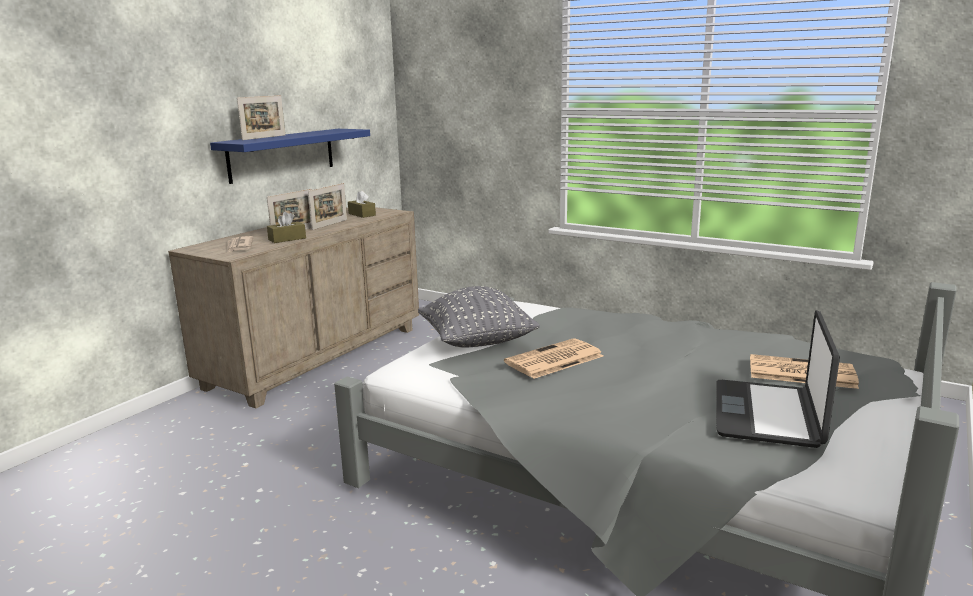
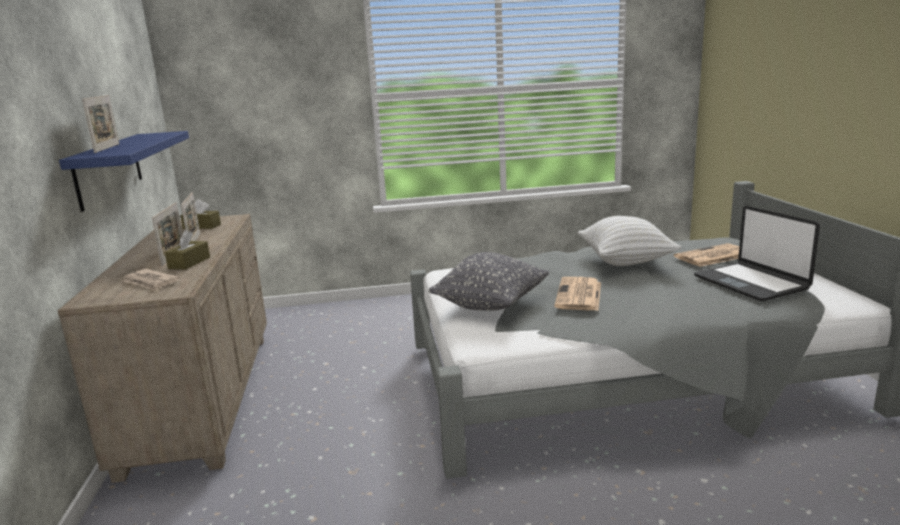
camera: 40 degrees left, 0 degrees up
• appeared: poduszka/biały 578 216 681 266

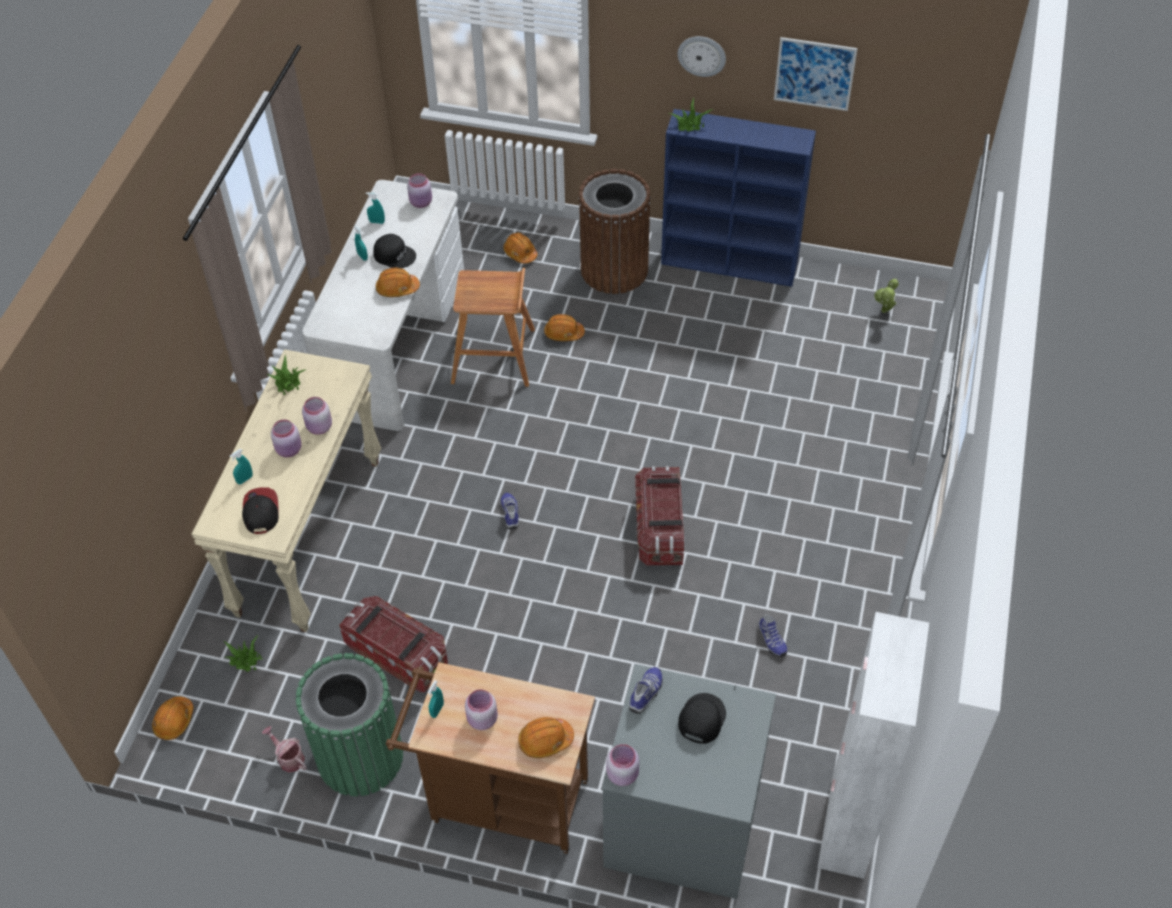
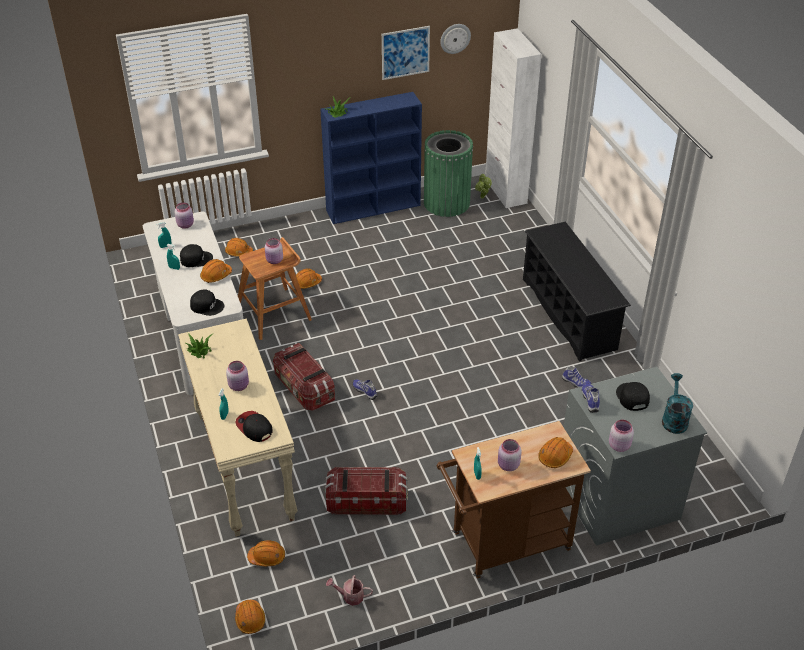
camera: 35 degrees left, 10 degrees down
• missing: kosz na śmieci/brązowy 578 169 651 294
• appeared: czapka z daszkiem/czarny 190 289 225 316
• appeared: regał na buty/czarny 523 222 631 362
• appeared: konewka/turkusowy 662 373 693 434
• relocated: kosz na śmieci/zielony 296 653 403 796 to 424 130 473 217
• relocated: słoik/różowy 302 397 332 435 to 265 238 283 264
• relocated: pojemnik do przechowywania 635 466 685 565 to 273 343 335 411
• relocated: zegar ścienny 678 36 726 77 to 440 24 471 54
• relocated: szafka/biały 817 612 929 879 to 485 28 542 208
• exchanged: roślina doniczkowa 224 635 262 672 to kask/pomarańczowy 247 541 285 566

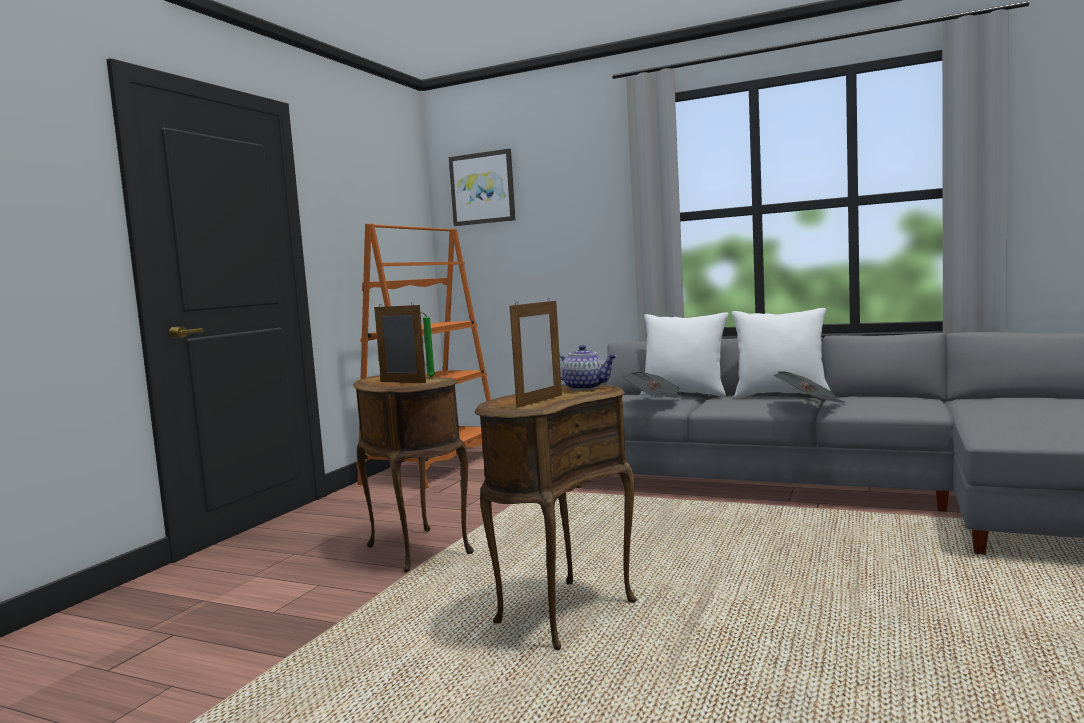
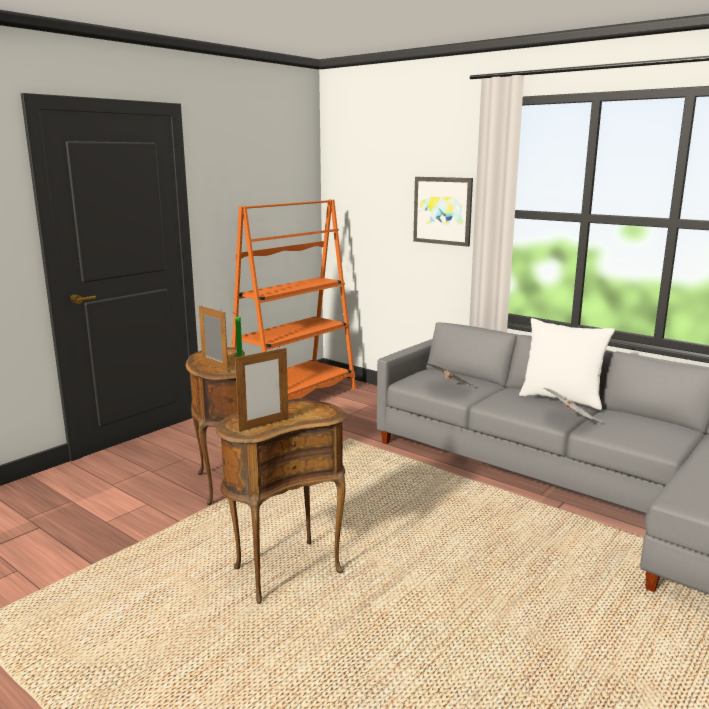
camera: 15 degrees right, 10 degrees up
• missing: imbryk 559 345 617 390
• missing: poduszka/biały 641 312 729 397
• relocated: obraz 449 148 516 226 to 413 177 473 247

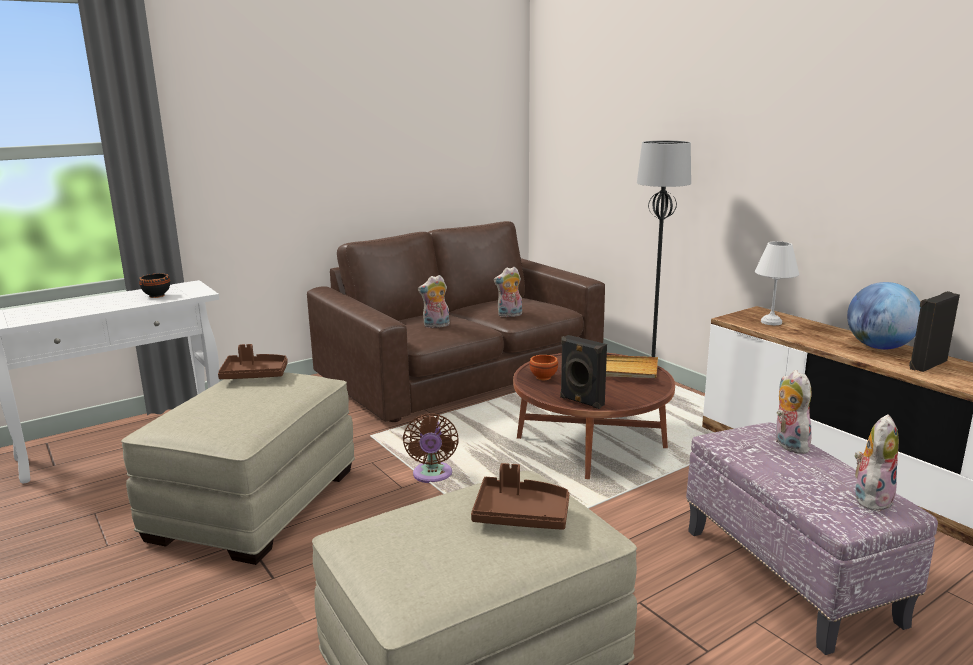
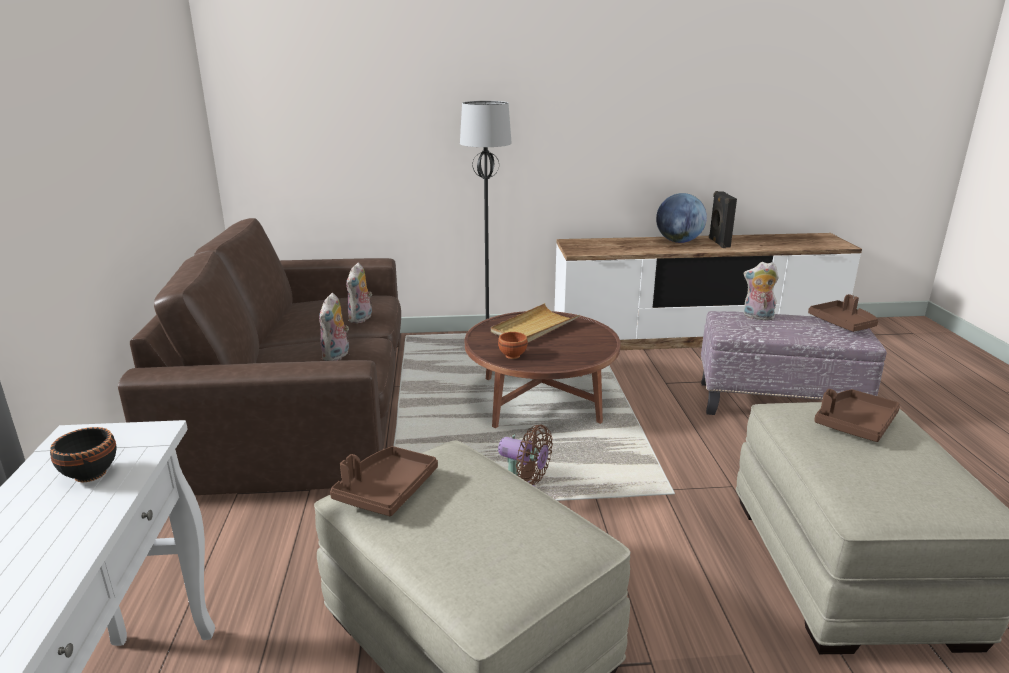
camera: 60 degrees left, 5 degrees up
• missing: głośnik/czarny 560 335 607 409
• missing: lampa stołowa/biały 755 241 799 325
• exchanged: pluszak 855 414 899 511 to taca/brązowy 808 294 878 332

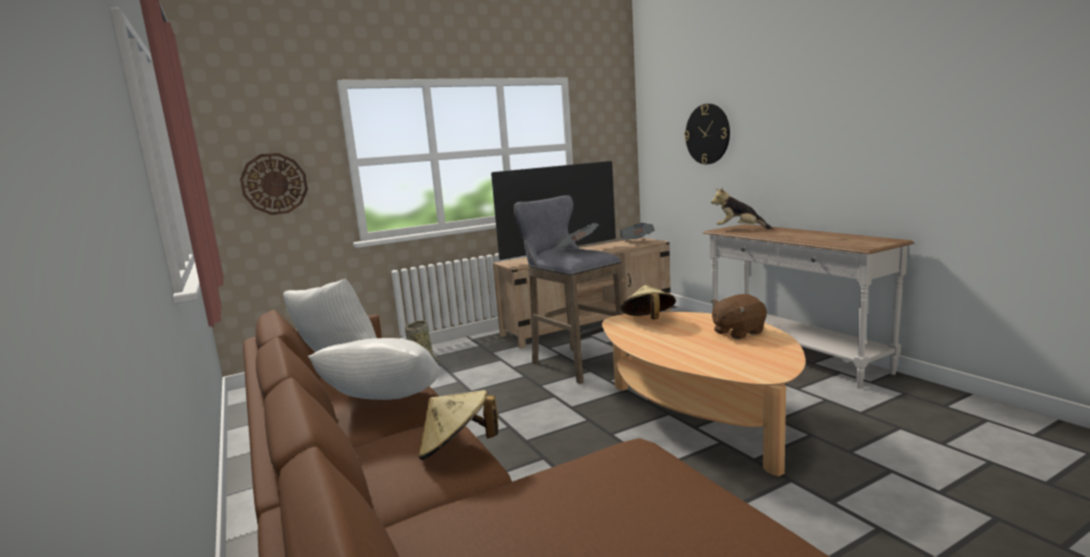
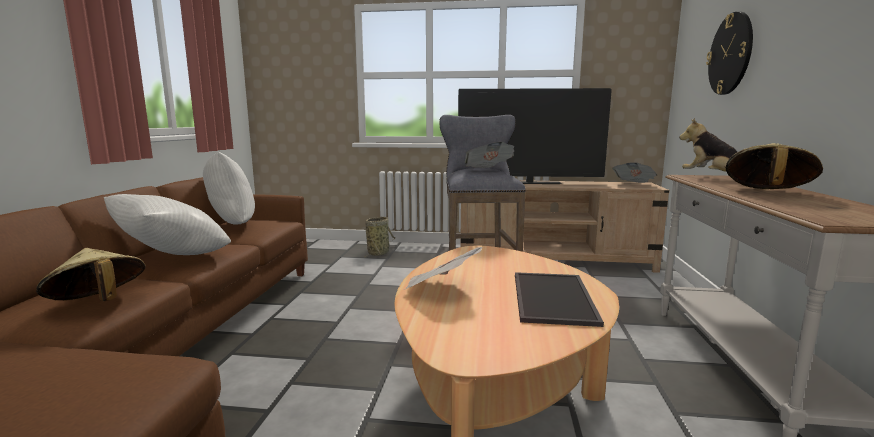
camera: 35 degrees right, 0 degrees up
• missing: zegar ścienny 240 153 308 215
• appeared: gazeta 404 247 482 290
• relocated: kapelusz/beżowy 621 285 676 319 to 726 143 823 189
• exchanged: pluszak/brązowy 711 294 767 339 to taca 515 272 604 327

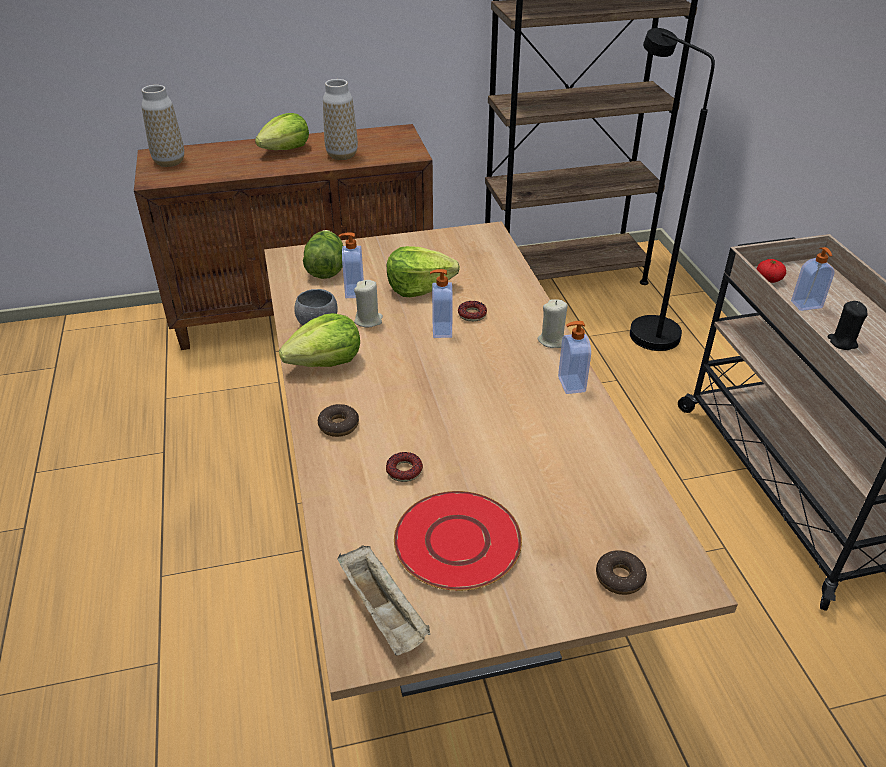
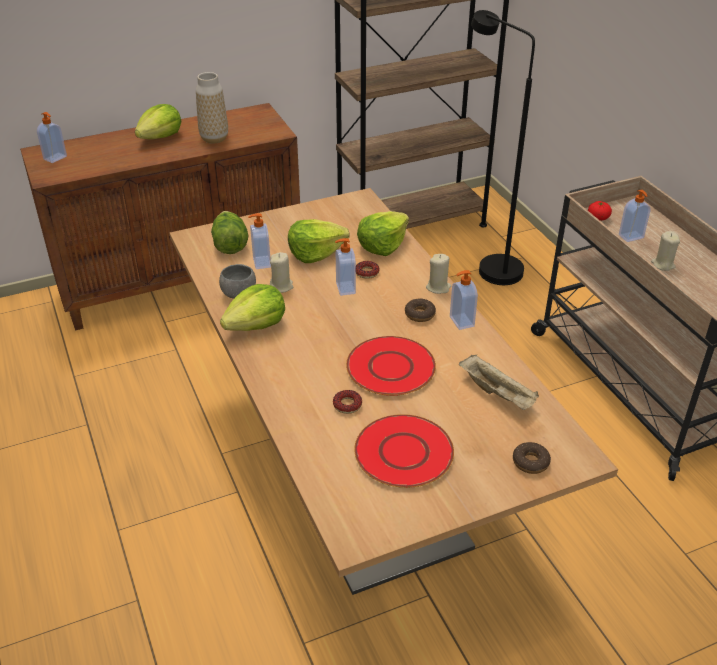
camera: 10 degrees left, 0 degrees up
• appeared: talerz/czerwony 346 336 436 396
• appeared: sałata 357 211 409 256
• relocated: donut 318 404 359 437 to 405 299 436 322
• relocated: taca/beżowy 337 545 430 656 to 458 355 539 410
• exchanged: wazon 142 85 184 167 to dozownik mydła 37 112 67 163
• colour: świeca/czarny 828 301 868 350 to świeca/beżowy 651 231 680 271

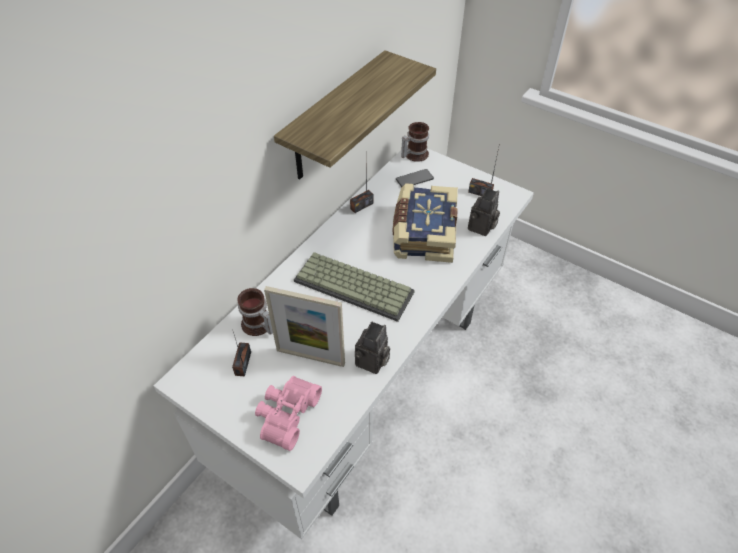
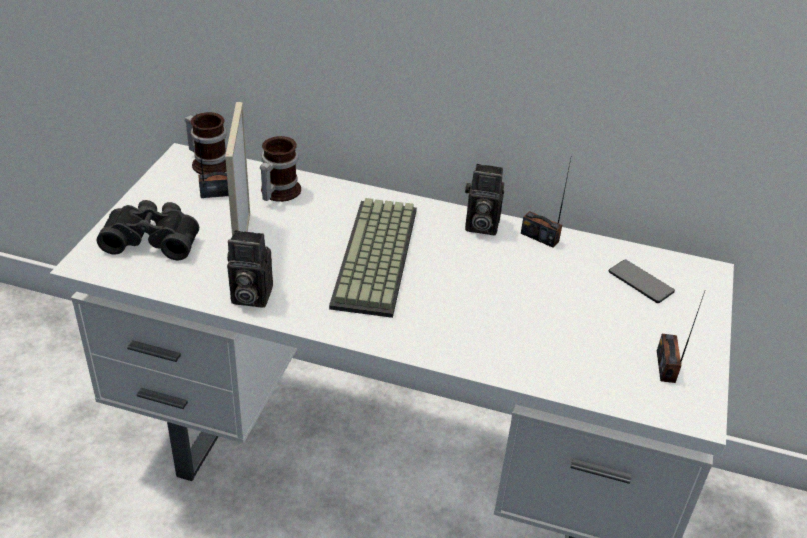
camera: 70 degrees right, 10 degrees down
• missing: półka 274 50 436 179
• missing: książka 392 183 458 263
• relocated: kubek 401 122 429 162 to 185 112 227 174
• relocated: aparat fotograficzny 468 188 500 236 to 465 164 504 235
• colour: lornetka/różowy 255 376 322 451 to lornetka/czarny 97 200 199 260

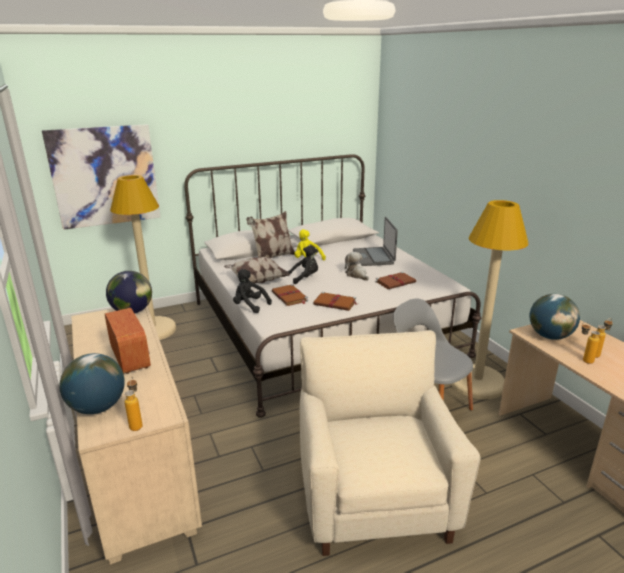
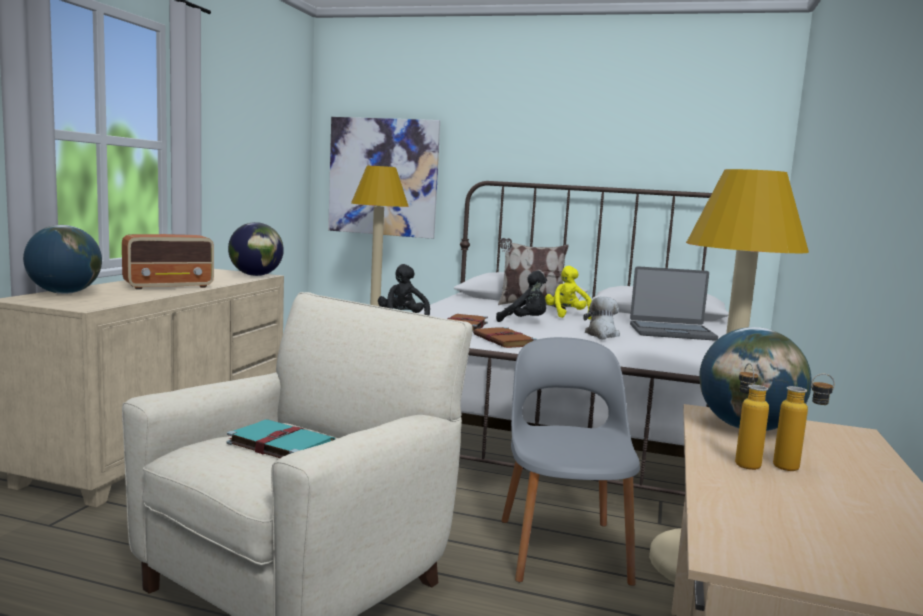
camera: 40 degrees right, 15 degrees down
• missing: butelka 125 377 143 431
• missing: poduszka 224 257 290 283
• missing: książka/brązowy 376 272 416 289
• appeared: książka/turkusowy 226 420 335 458
• spun: radio 105 308 151 374 = 122 234 214 290 45 degrees clockwise
• spun: laptop 353 217 398 266 = 630 266 718 341 120 degrees counterclockwise

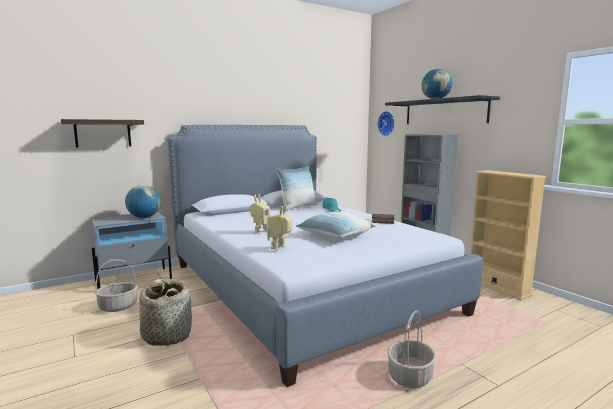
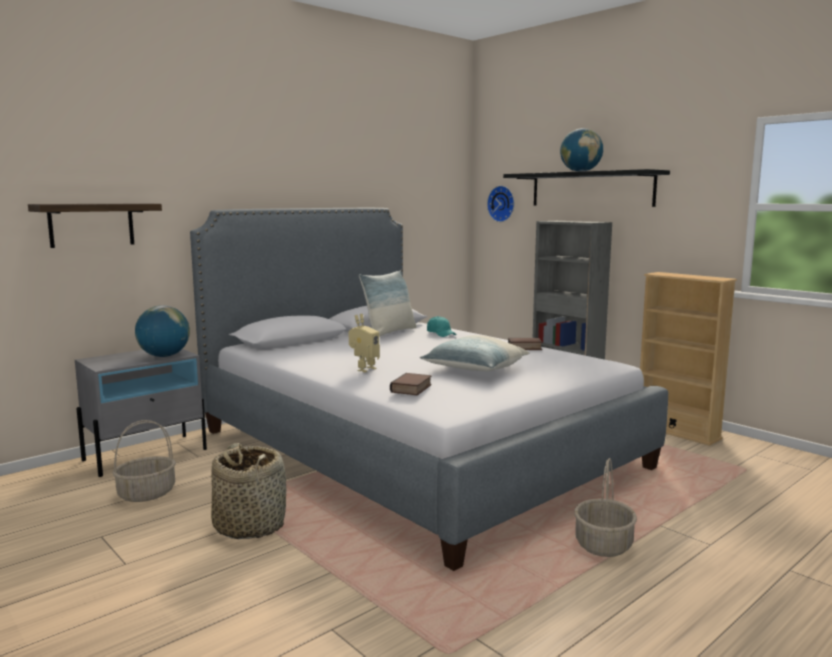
camera: 10 degrees left, 0 degrees up
• exchanged: robot zabawkowy 267 205 292 250 to książka 390 373 432 395

